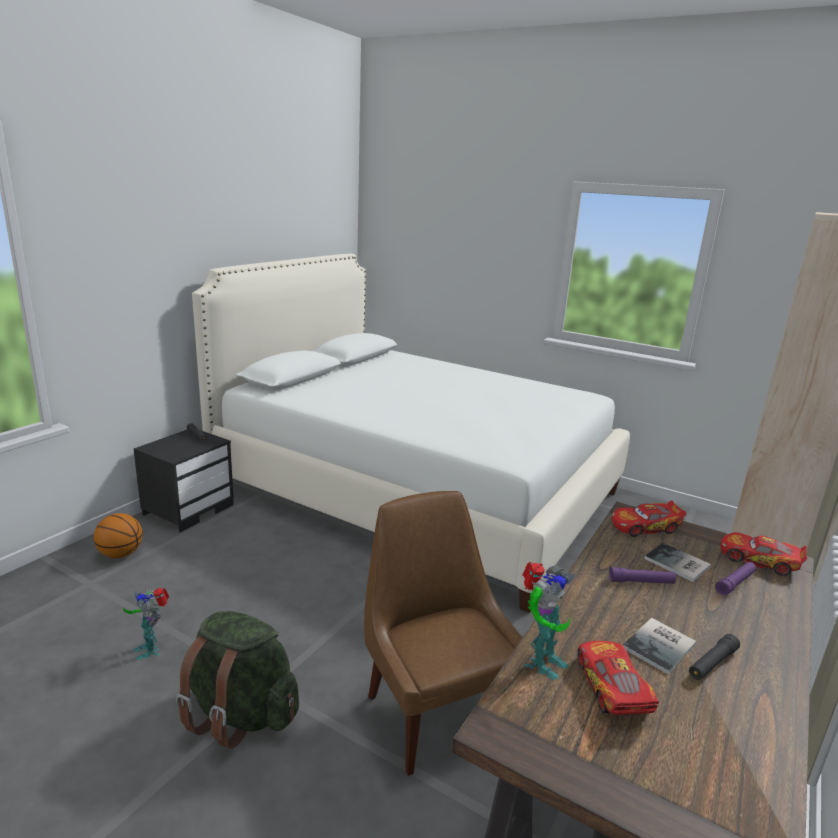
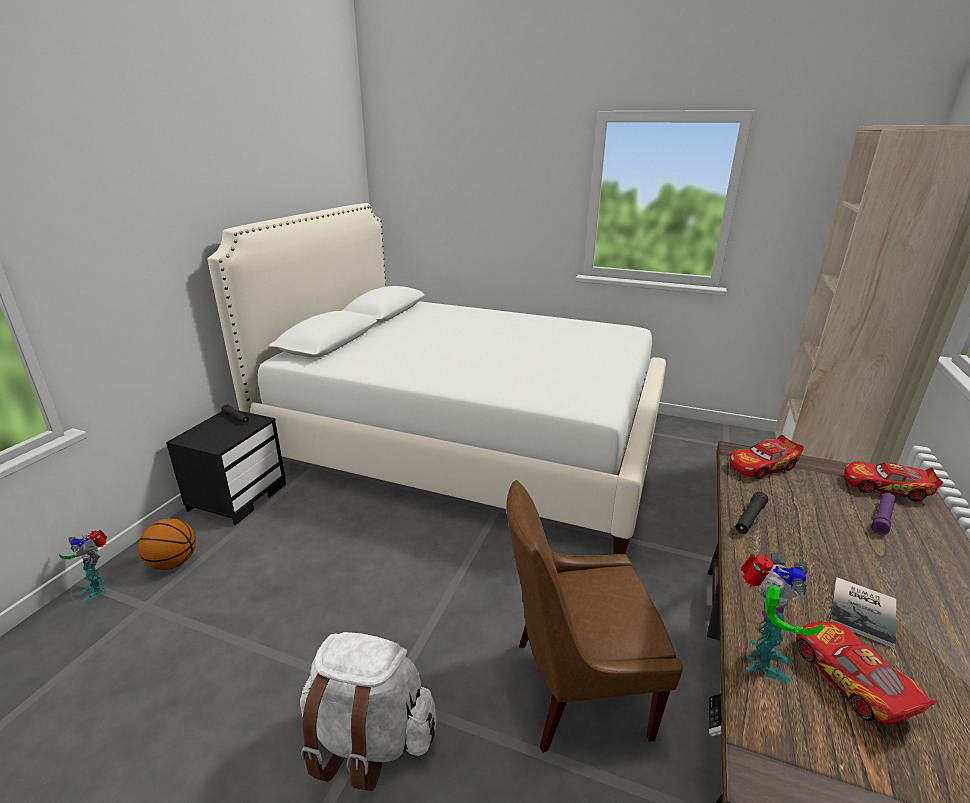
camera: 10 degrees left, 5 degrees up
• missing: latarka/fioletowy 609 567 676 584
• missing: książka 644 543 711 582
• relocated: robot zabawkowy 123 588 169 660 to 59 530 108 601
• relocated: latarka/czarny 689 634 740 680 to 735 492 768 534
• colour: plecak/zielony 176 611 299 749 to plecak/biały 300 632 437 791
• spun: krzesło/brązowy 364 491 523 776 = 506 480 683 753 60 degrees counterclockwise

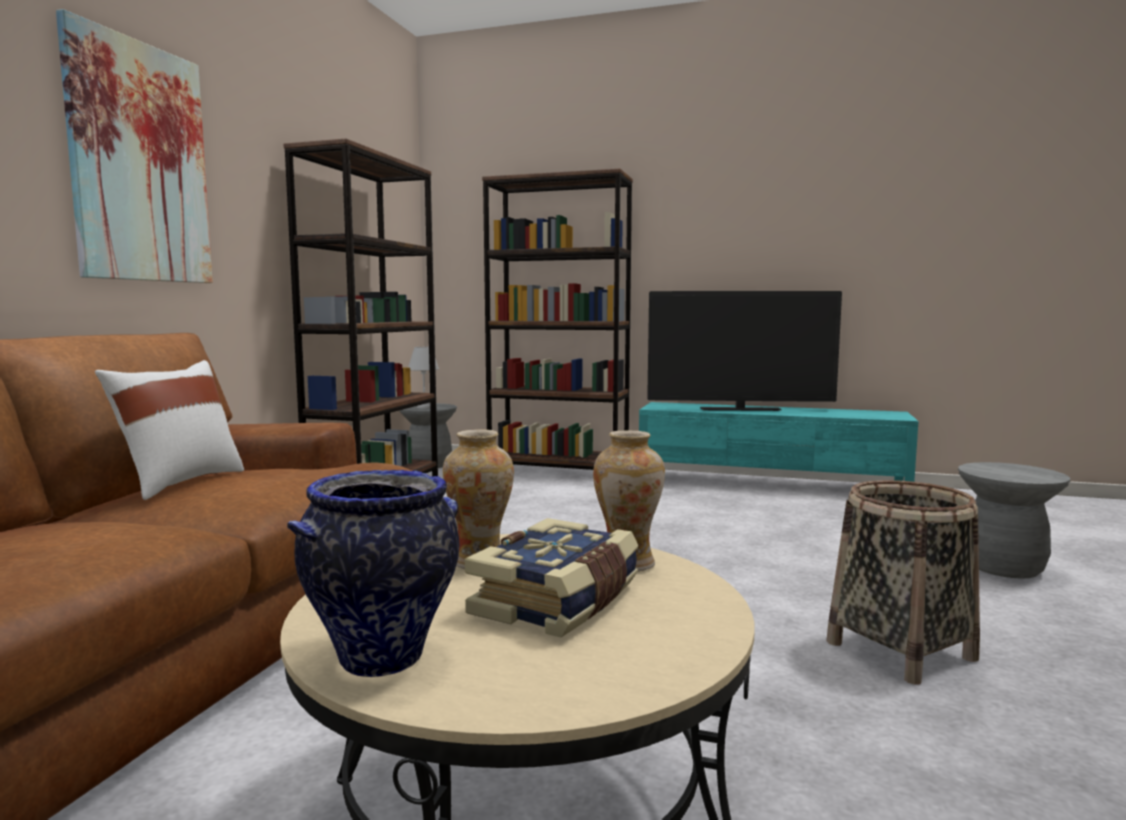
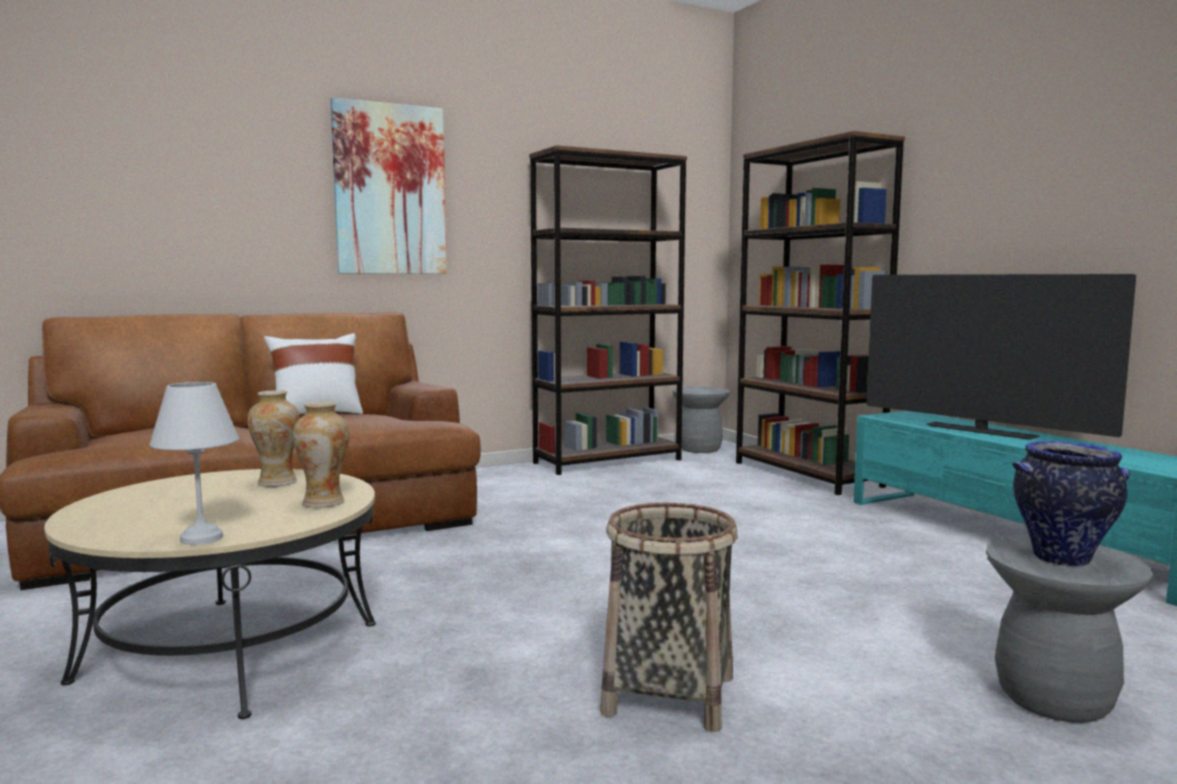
camera: 45 degrees right, 0 degrees up
• missing: książka 465 518 638 638
• relocated: wazon 287 470 459 677 to 1012 441 1130 566
• relocated: lampa stołowa/biały 408 347 439 408 to 150 382 239 545

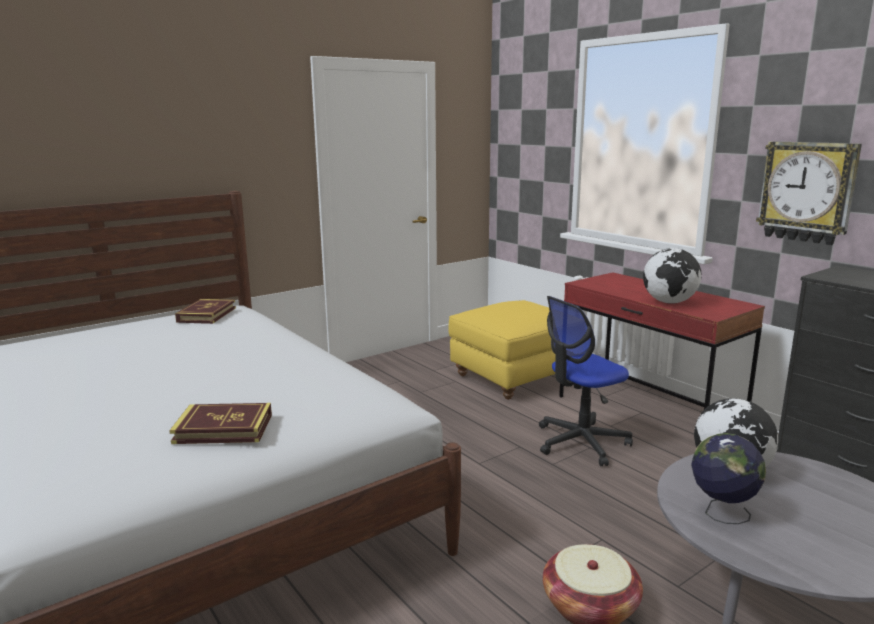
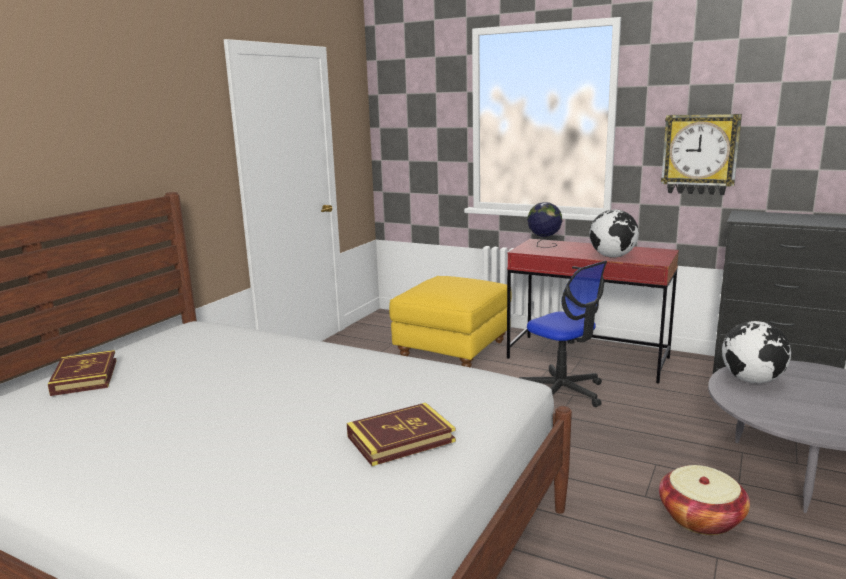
camera: 25 degrees left, 0 degrees up
• relocated: książka 175 299 236 324 to 48 350 117 396
• relocated: globus 691 433 766 524 to 527 202 563 248
• spun: krzesło biurowe 539 296 633 466 = 519 261 607 407 75 degrees counterclockwise

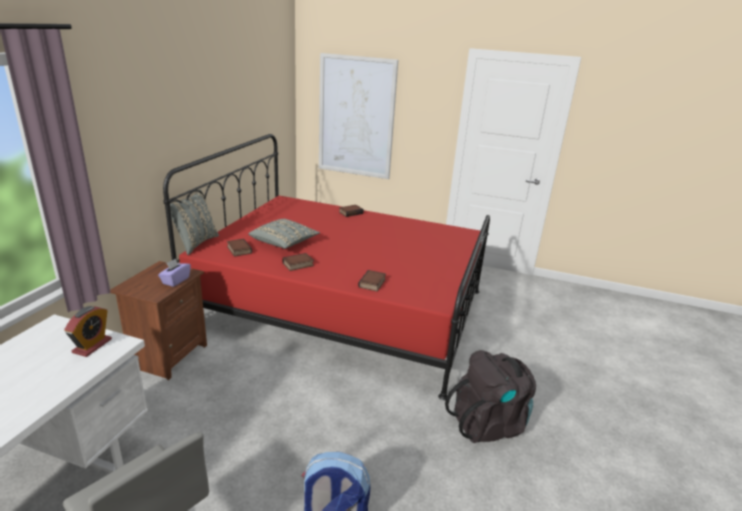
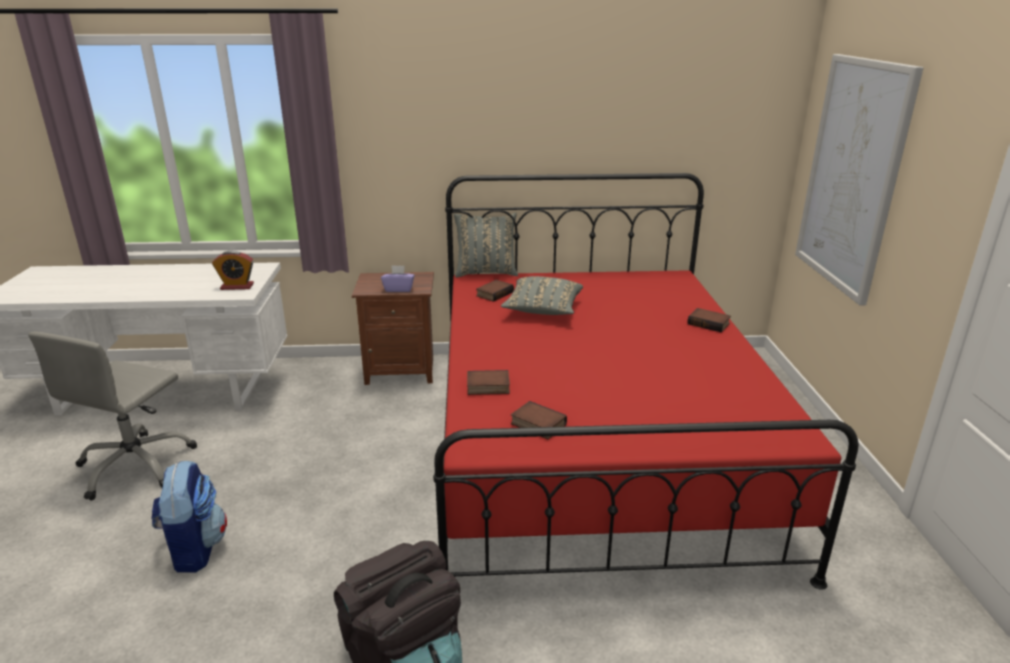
camera: 70 degrees right, 0 degrees up
• relocated: książka 283 253 314 271 to 511 401 567 439

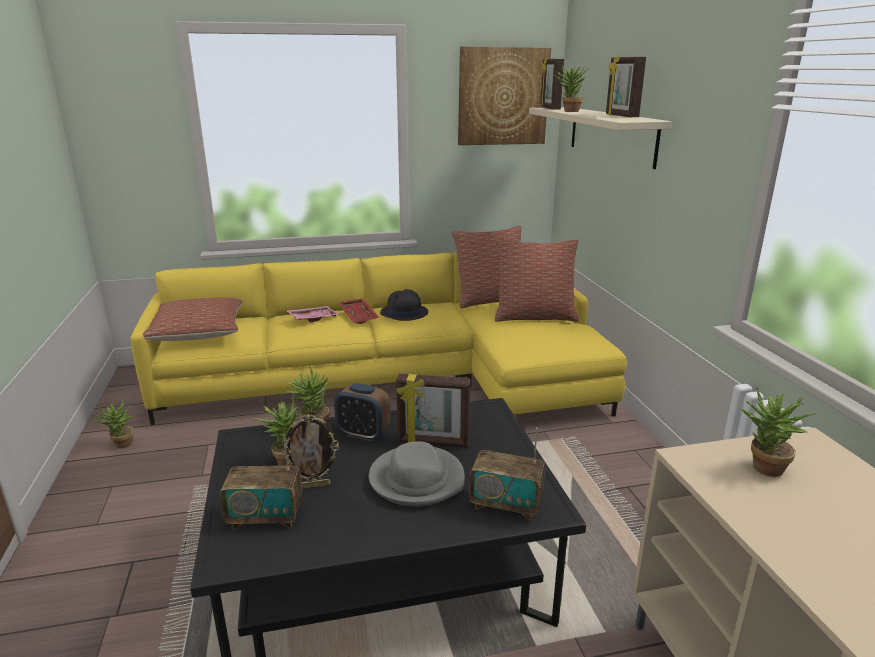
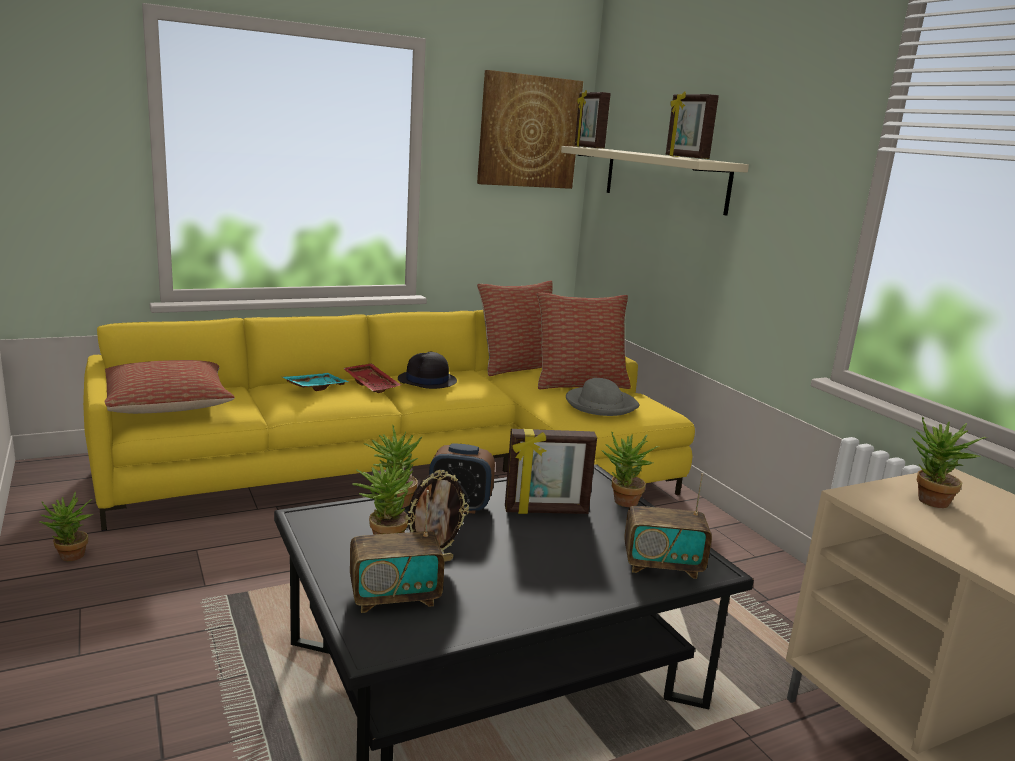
camera: 15 degrees left, 5 degrees down
• relocated: kapelusz/szary 368 441 465 507 to 566 378 639 416
• relocated: roślina doniczkowa 555 66 588 112 to 601 431 659 507
• colour: taca/różowy 286 306 340 322 to taca/turkusowy 283 373 349 391

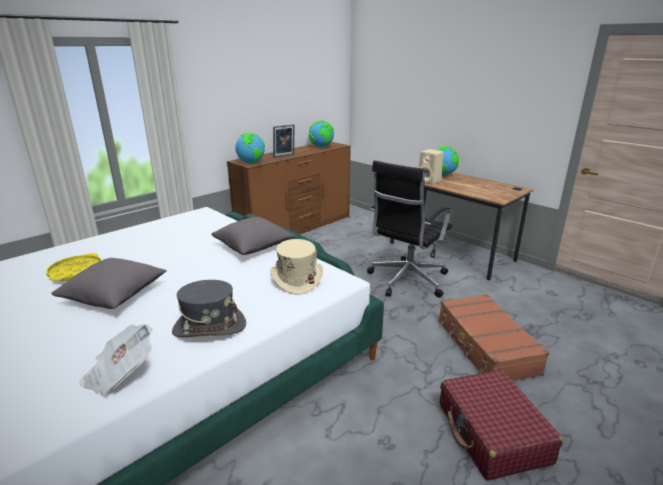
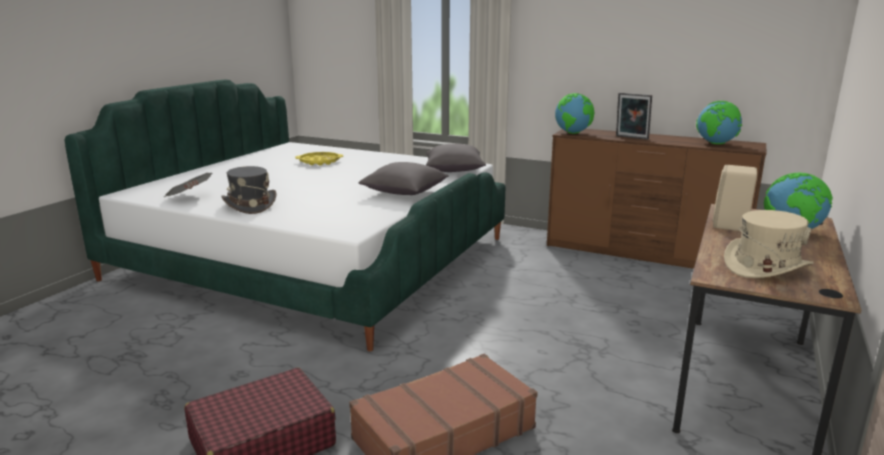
camera: 70 degrees right, 5 degrees down
• missing: krzesło biurowe/czarny 367 160 452 297
• relocated: poduszka/szary 51 258 167 309 to 426 144 486 172
• relocated: kapelusz/beżowy 270 239 323 295 to 724 210 814 278

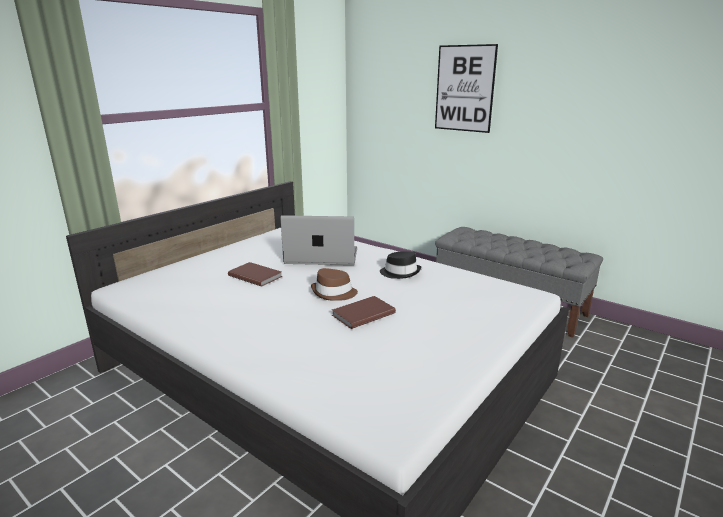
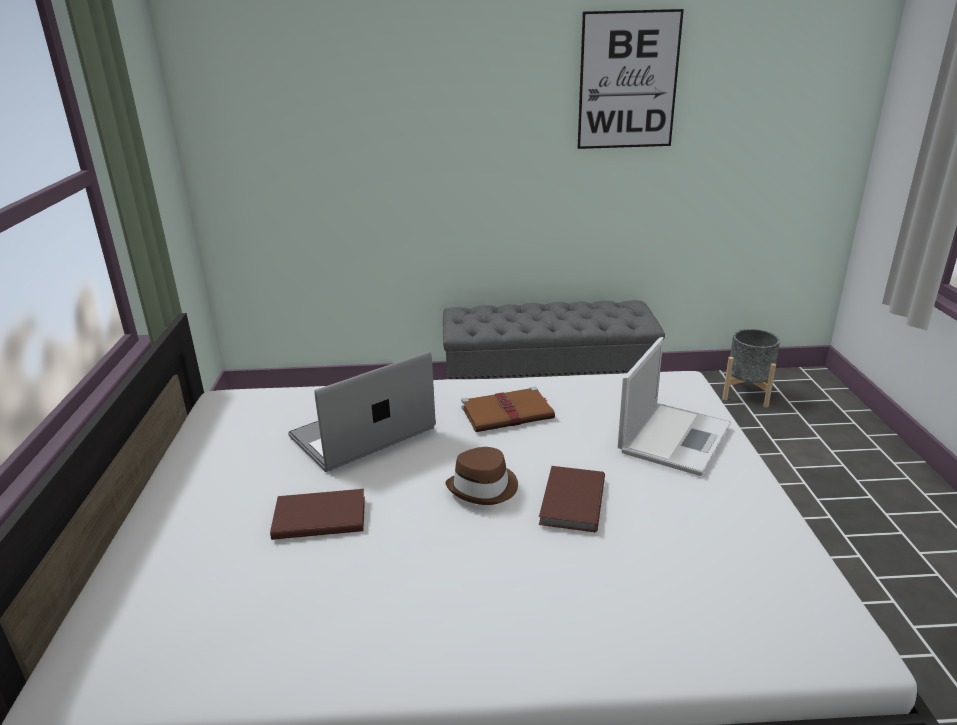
camera: 40 degrees left, 5 degrees up
• appeared: laptop 618 337 731 476
• appeared: donica/szary 722 329 780 408
• relocated: obraz 435 44 498 133 to 578 9 684 149
• exchanged: kapelusz/czarny 380 251 421 279 to książka/brązowy 461 387 555 432

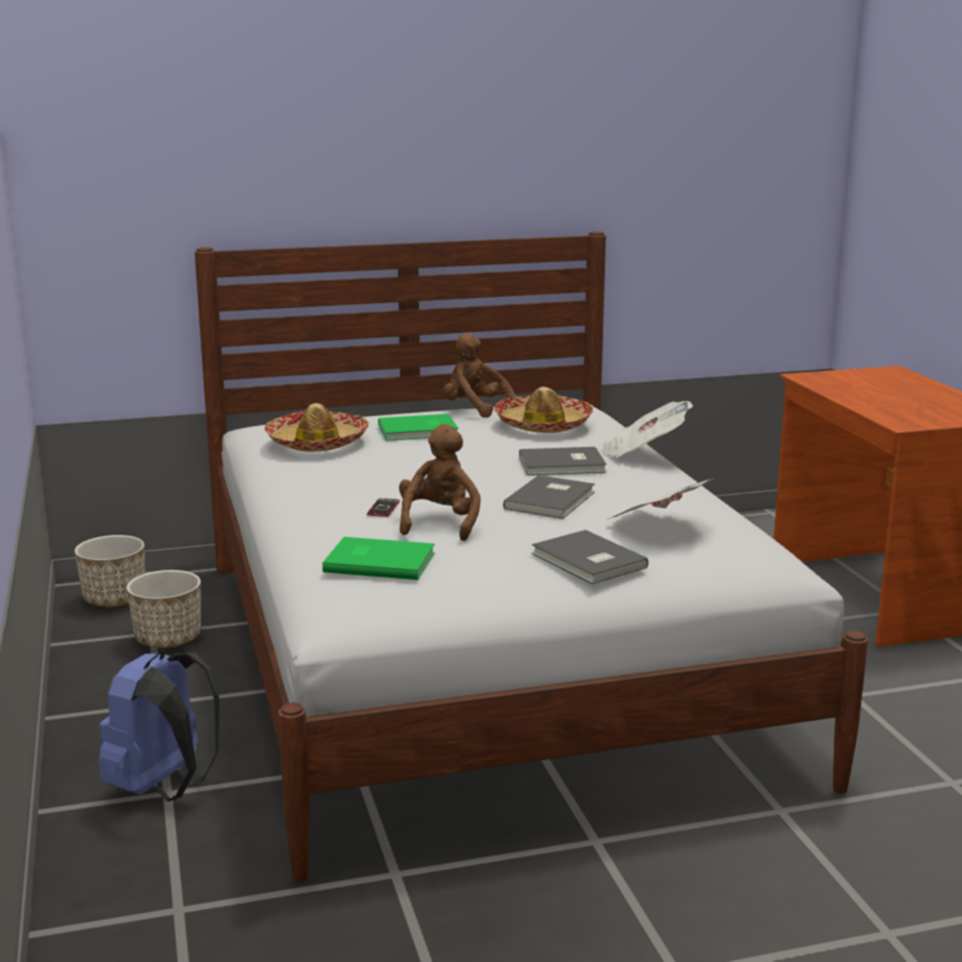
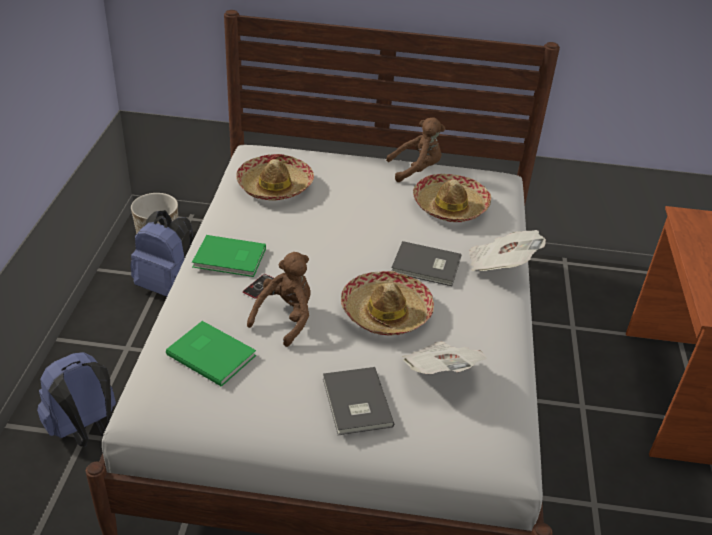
camera: 20 degrees right, 20 degrees up
• relocated: książka/zielony 378 414 459 441 to 192 235 266 277
• exchanged: donica 126 570 201 648 to plecak/niebieski 130 210 193 297
• exchanged: książka/szary 503 475 595 519 to kapelusz 341 271 434 336
• spun: pluszak/brązowy 443 333 517 418 = 386 118 445 182 105 degrees clockwise

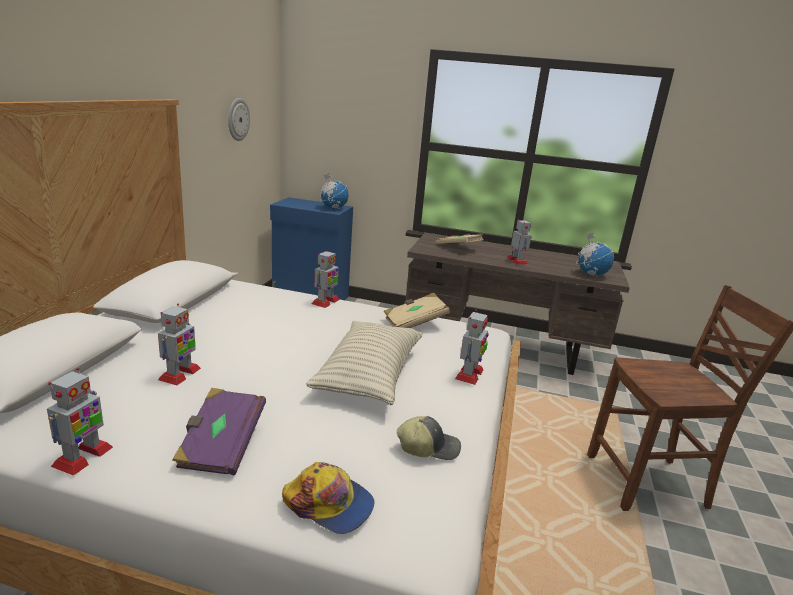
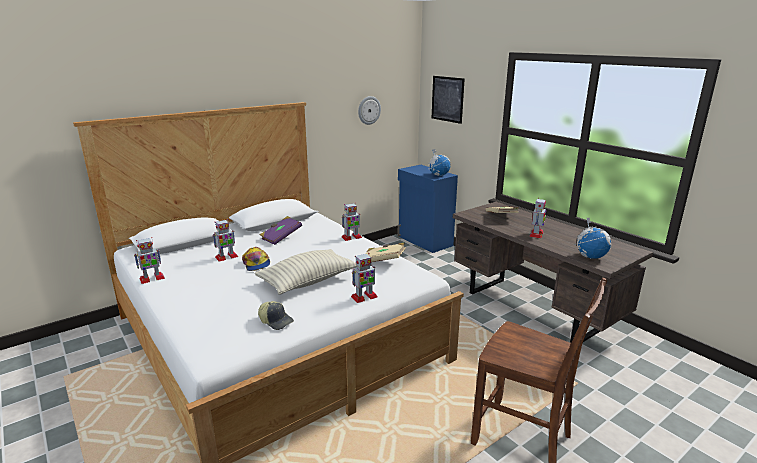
camera: 40 degrees right, 0 degrees up
• appeared: obraz 432 76 465 124
• relocated: książka/fioletowy 172 388 266 475 to 260 216 302 245
• relocated: czapka z daszkiem 282 462 374 534 to 242 247 270 271

